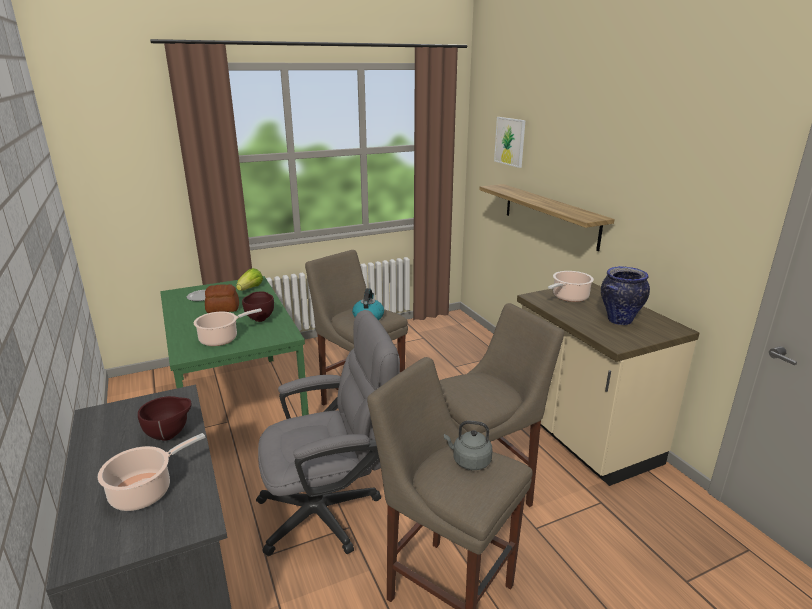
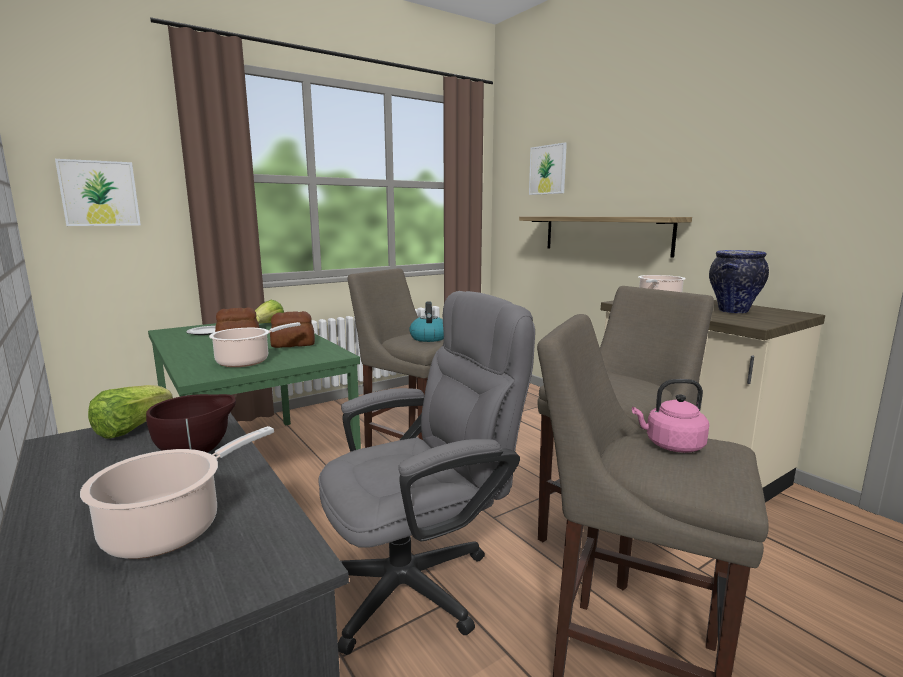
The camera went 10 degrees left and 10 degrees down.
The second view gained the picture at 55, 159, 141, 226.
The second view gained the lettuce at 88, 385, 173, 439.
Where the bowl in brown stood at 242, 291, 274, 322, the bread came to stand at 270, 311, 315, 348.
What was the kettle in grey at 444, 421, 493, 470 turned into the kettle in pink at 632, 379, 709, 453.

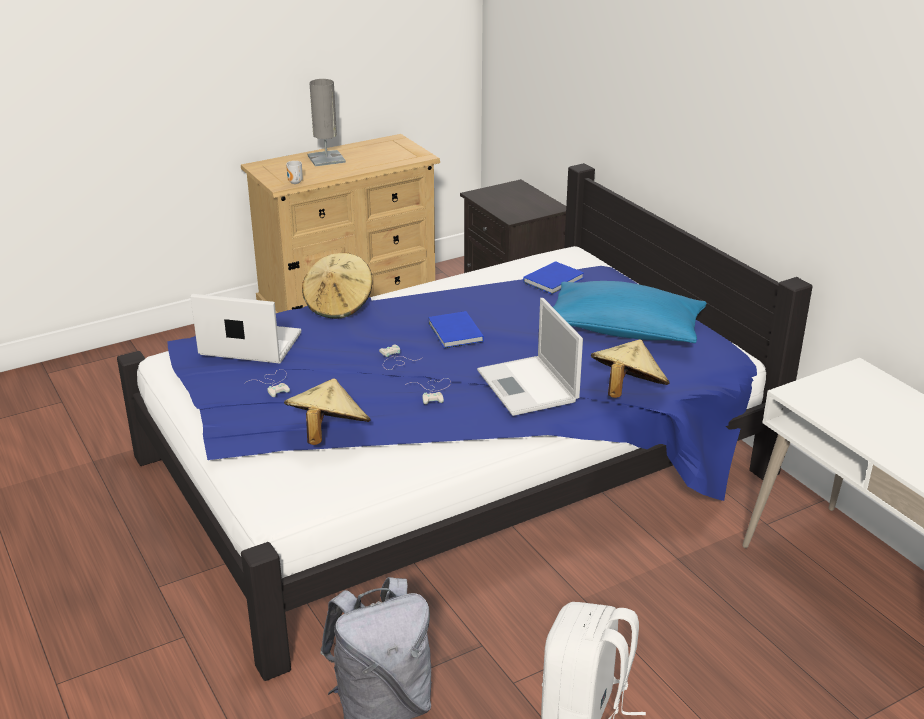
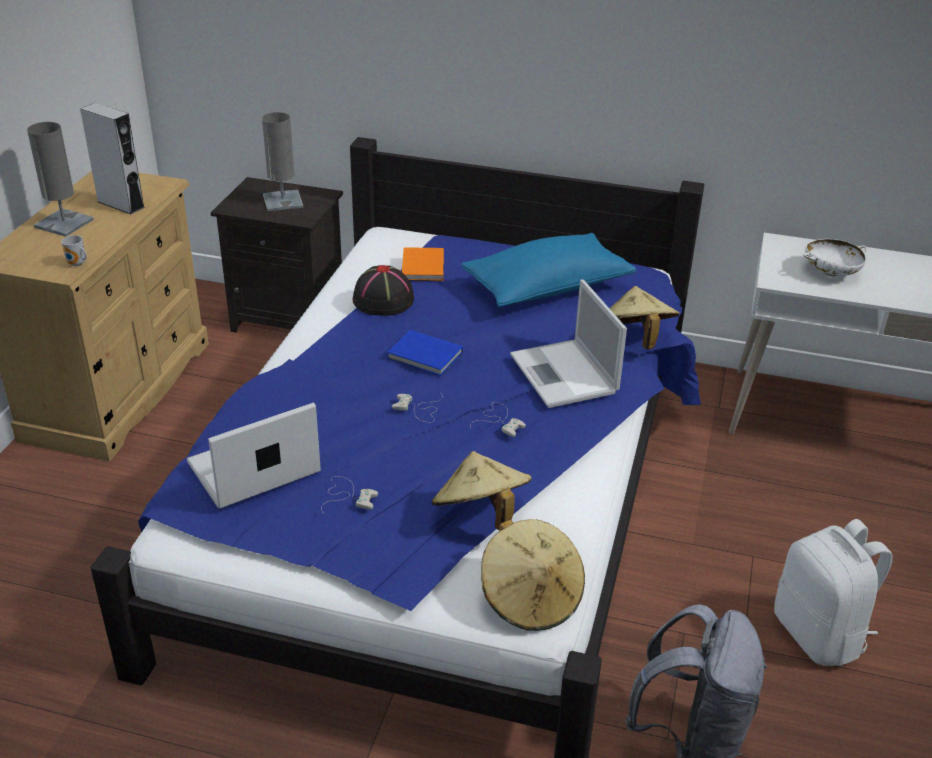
The camera went 45 degrees left and 5 degrees up.
The second view gained the speaker in grey at 80, 103, 145, 214.
The second view gained the table lamp in grey at 262, 112, 303, 211.
The second view gained the hat in black at 352, 265, 414, 316.
The second view gained the bowl in white at 803, 239, 867, 276.
The hat in beige ended up elsewhere, having gone from 302, 252, 372, 319 to 481, 519, 585, 631.
What was the book in blue at 523, 261, 584, 294 turned into the book in orange at 402, 247, 444, 281.
The laptop at 477, 298, 583, 416 ended up facing another way, 45 degrees clockwise from before.

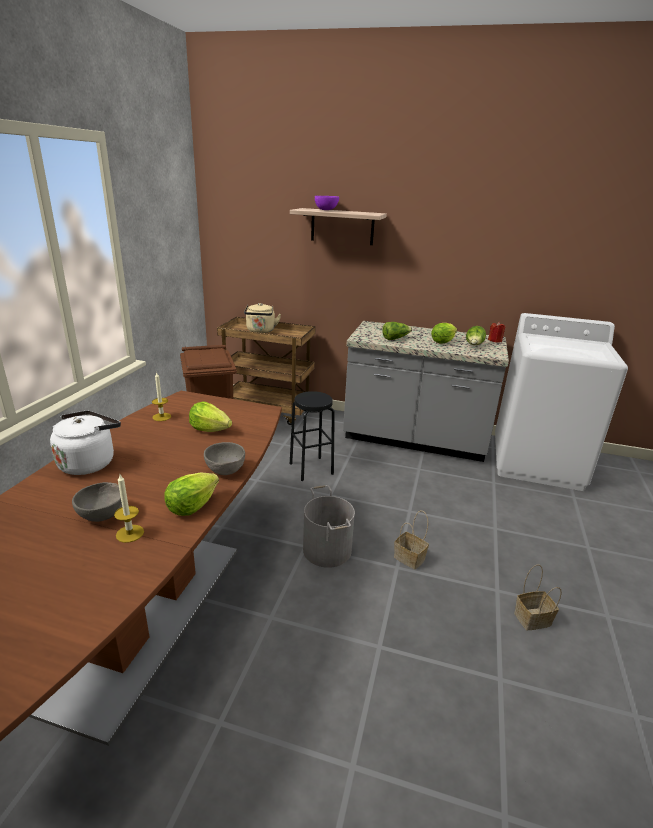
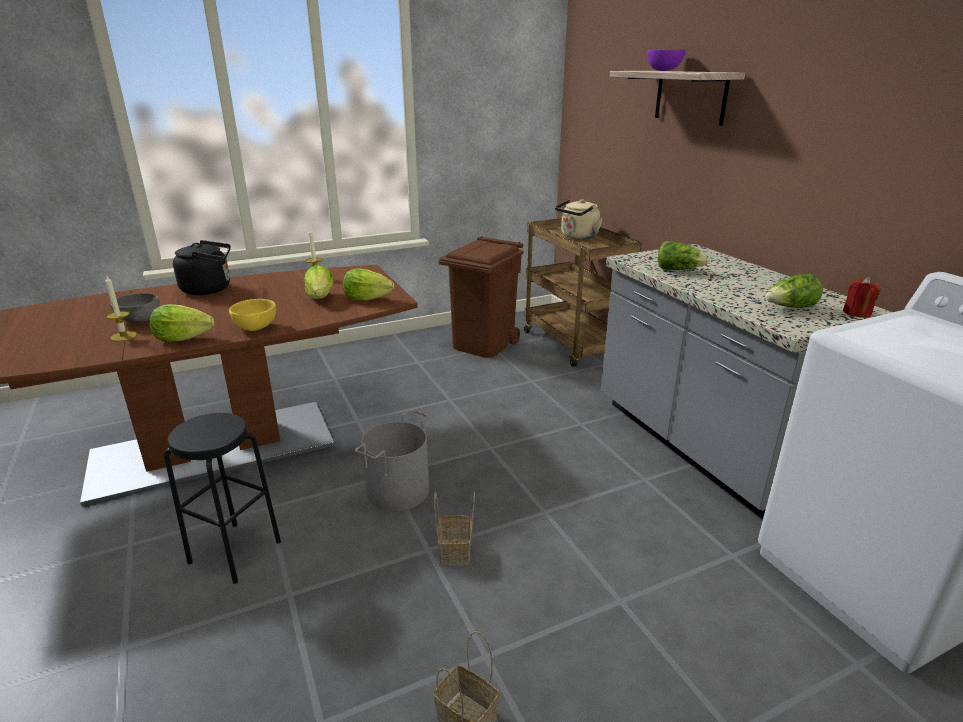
The camera went 50 degrees right and 0 degrees up.
The stool in black ended up elsewhere, having gone from 290, 391, 335, 481 to 164, 413, 281, 584.
The lettuce ended up elsewhere, having gone from 431, 323, 457, 344 to 343, 268, 394, 301.
What was the kettle in white at 50, 410, 121, 475 turned into the kettle in black at 173, 240, 231, 295.
What was the bowl in grey at 204, 442, 245, 475 turned into the bowl in yellow at 229, 299, 276, 331.

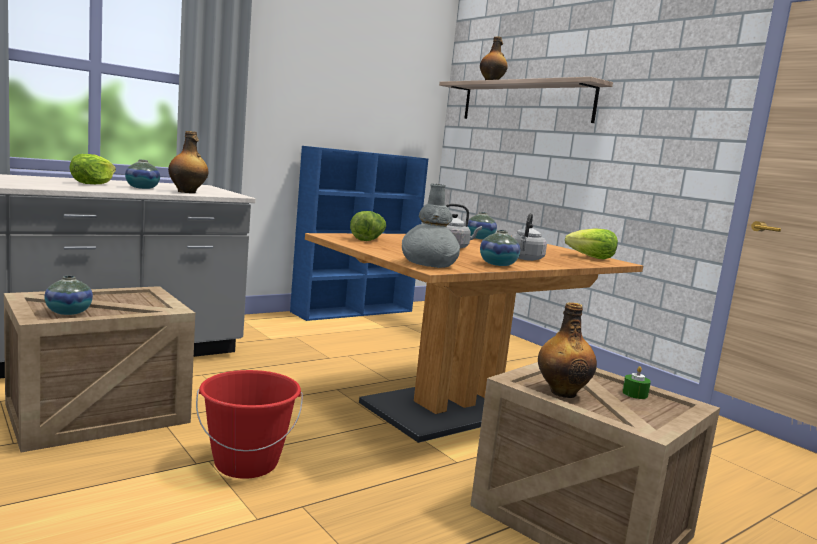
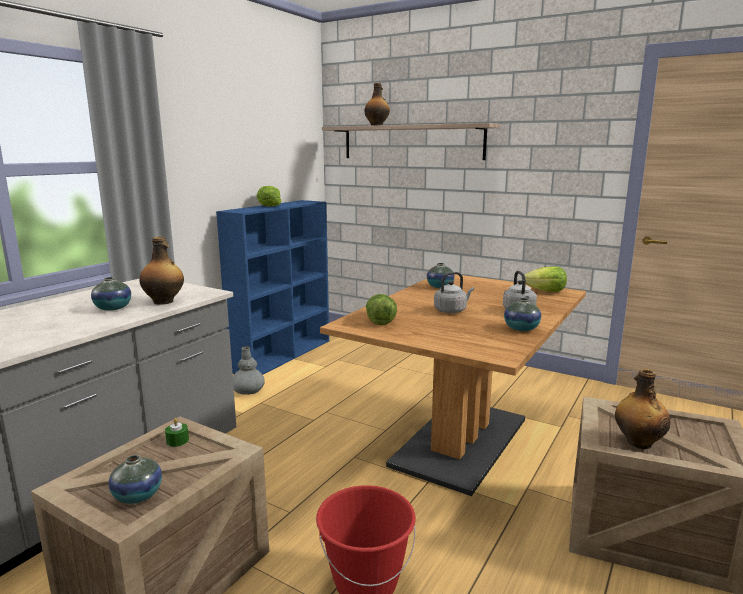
The camera went 20 degrees left and 5 degrees up.
The lettuce ended up elsewhere, having gone from 69, 154, 116, 184 to 257, 186, 281, 206.
The vase in grey ended up elsewhere, having gone from 402, 184, 460, 268 to 233, 346, 265, 395.
The candle in green ended up elsewhere, having gone from 622, 366, 651, 399 to 165, 418, 189, 447.

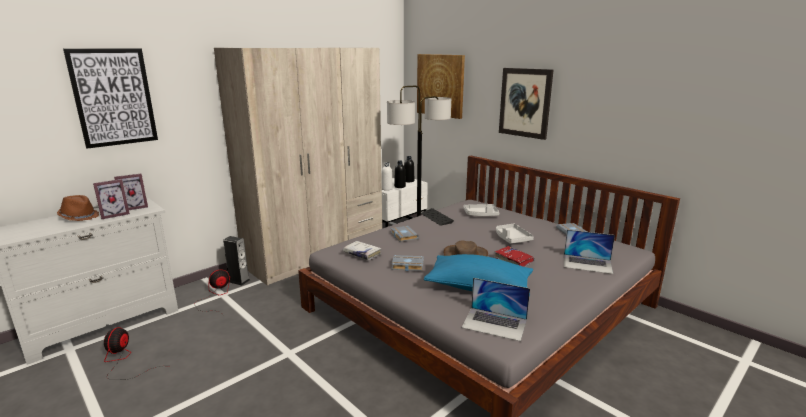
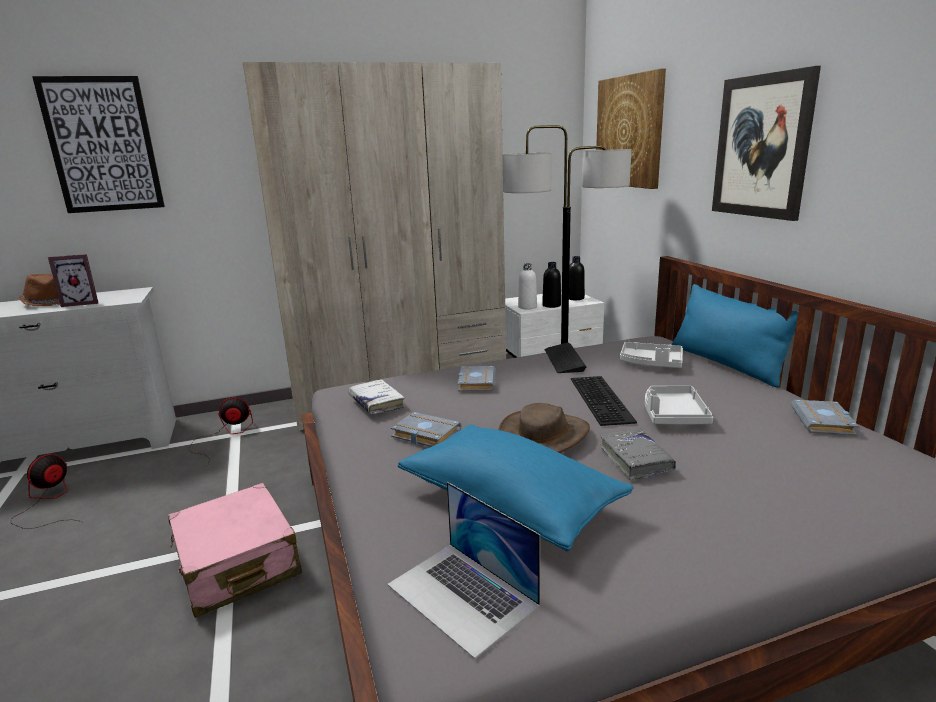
The camera went 25 degrees right and 0 degrees up.
The second view lost the picture frame at 114, 174, 148, 210.
The second view lost the speaker at 223, 236, 250, 285.
The second view lost the laptop at 564, 230, 615, 274.
The second view gained the suitcase in pink at 168, 483, 302, 618.
The second view gained the keyboard at 571, 376, 637, 426.
The second view gained the pillow in blue at 672, 284, 798, 388.
What was the book in red at 494, 246, 535, 267 turned into the book in grey at 600, 428, 676, 480.

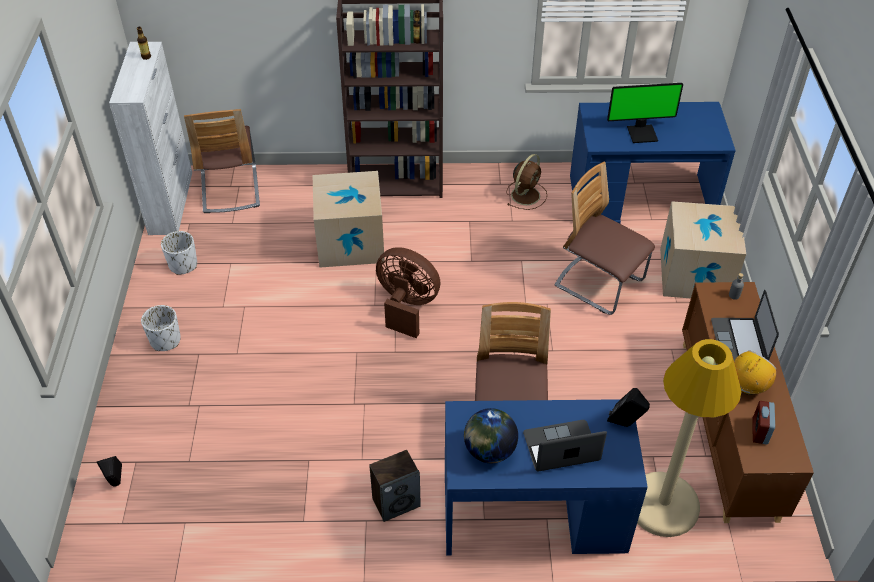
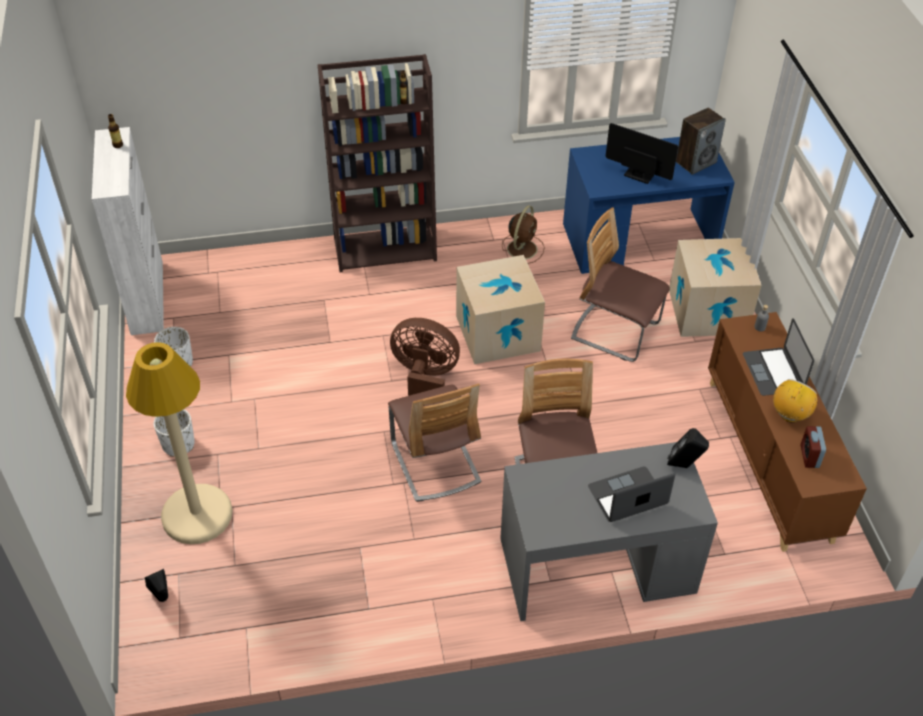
The camera went 10 degrees left and 0 degrees up.
The second view lost the globe at 464, 408, 518, 463.
The chair ended up elsewhere, having gone from 184, 109, 260, 213 to 388, 384, 481, 502.
The cardboard box ended up elsewhere, having gone from 313, 171, 385, 268 to 456, 255, 545, 364.
The speaker ended up elsewhere, having gone from 369, 450, 421, 522 to 676, 108, 726, 175.
The floor lamp in beige ended up elsewhere, having gone from 637, 339, 741, 537 to 126, 342, 233, 544.
What was the desk in blue at 445, 399, 648, 555 turned into the desk in grey at 500, 442, 718, 621.
The monitor at 607, 83, 683, 143 ended up facing another way, 135 degrees counterclockwise from before.

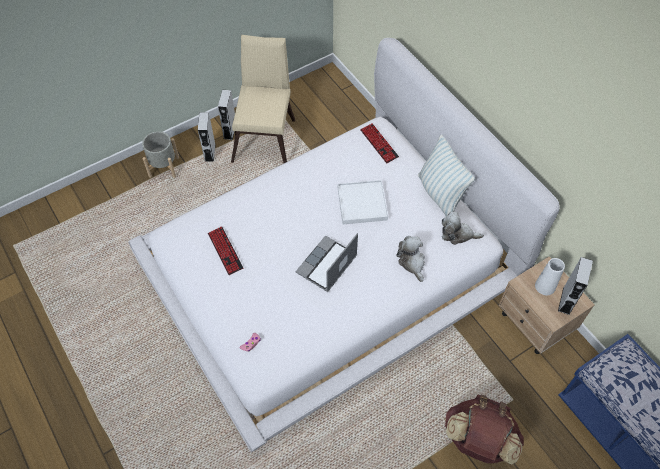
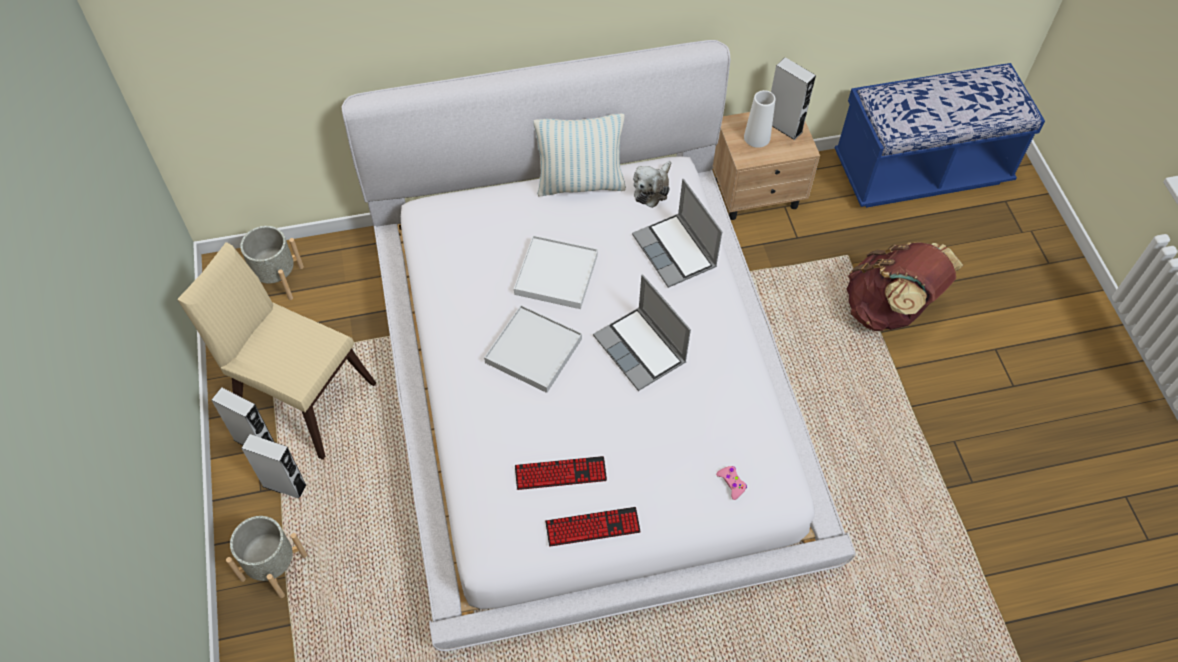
The camera went 70 degrees left and 0 degrees up.
The second view gained the planter in grey at 240, 226, 304, 300.
The second view gained the tray in white at 484, 305, 582, 393.
The keyboard ended up elsewhere, having gone from 360, 123, 399, 163 to 545, 507, 641, 547.
Where the plush toy stood at 396, 236, 425, 282, the laptop came to stand at 632, 179, 722, 288.

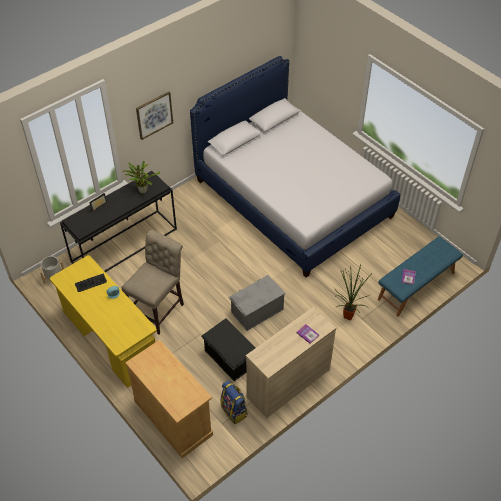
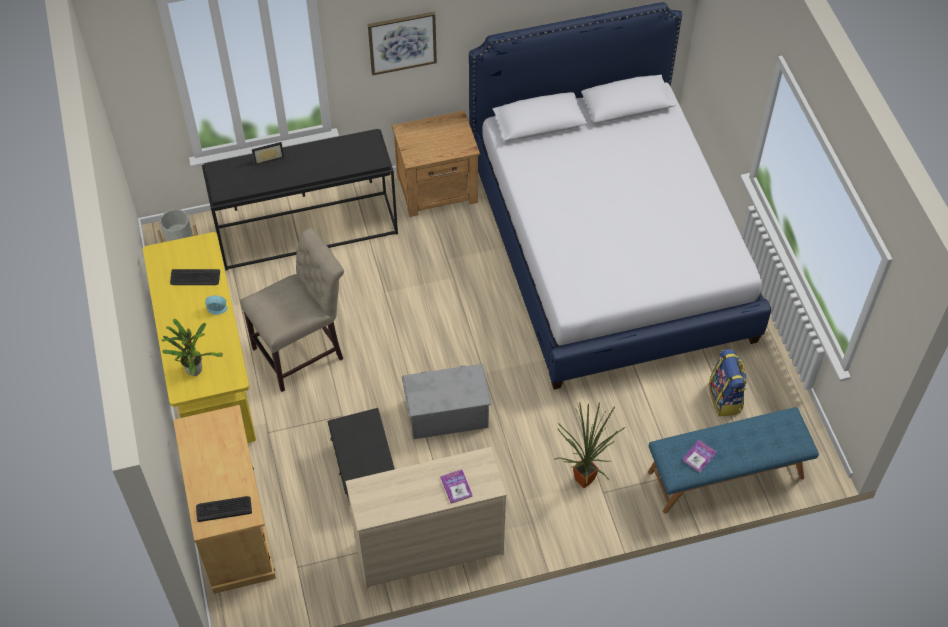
The camera went 25 degrees right and 5 degrees up.
The second view gained the keyboard at 196, 496, 252, 522.
The second view gained the nightstand in brown at 392, 111, 480, 217.
The potted plant ended up elsewhere, having gone from 123, 161, 160, 193 to 161, 319, 223, 376.
The backpack ended up elsewhere, having gone from 220, 381, 248, 424 to 709, 349, 747, 416.

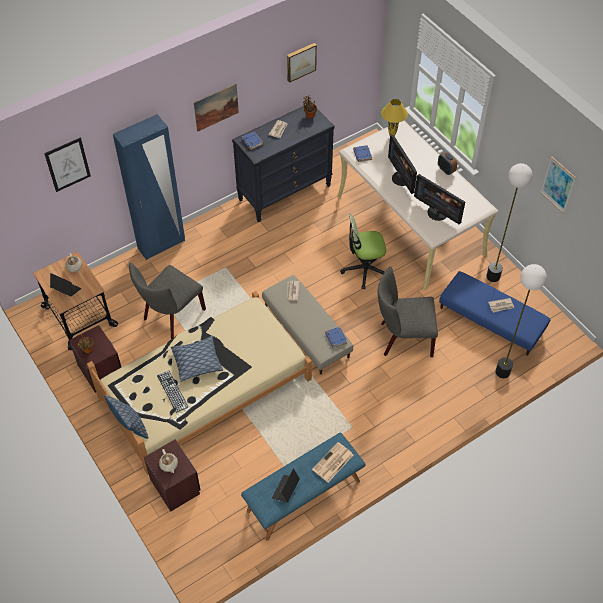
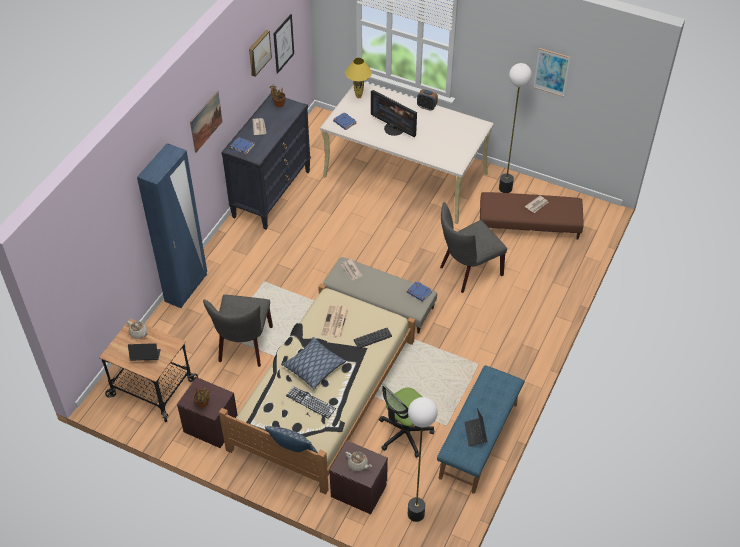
The camera went 30 degrees left and 5 degrees down.
The second view lost the monitor at 414, 174, 465, 224.
The second view gained the keyboard at 354, 328, 392, 349.
The picture ended up elsewhere, having gone from 44, 137, 91, 192 to 273, 14, 294, 74.
The newspaper ended up elsewhere, having gone from 312, 442, 353, 482 to 322, 304, 349, 338.
The office chair ended up elsewhere, having gone from 340, 214, 386, 290 to 379, 383, 434, 458.
The floor lamp ended up elsewhere, having gone from 495, 264, 547, 378 to 408, 397, 438, 522.
What was the ottoman in blue at 439, 271, 550, 356 turned into the ottoman in brown at 480, 192, 584, 240.

